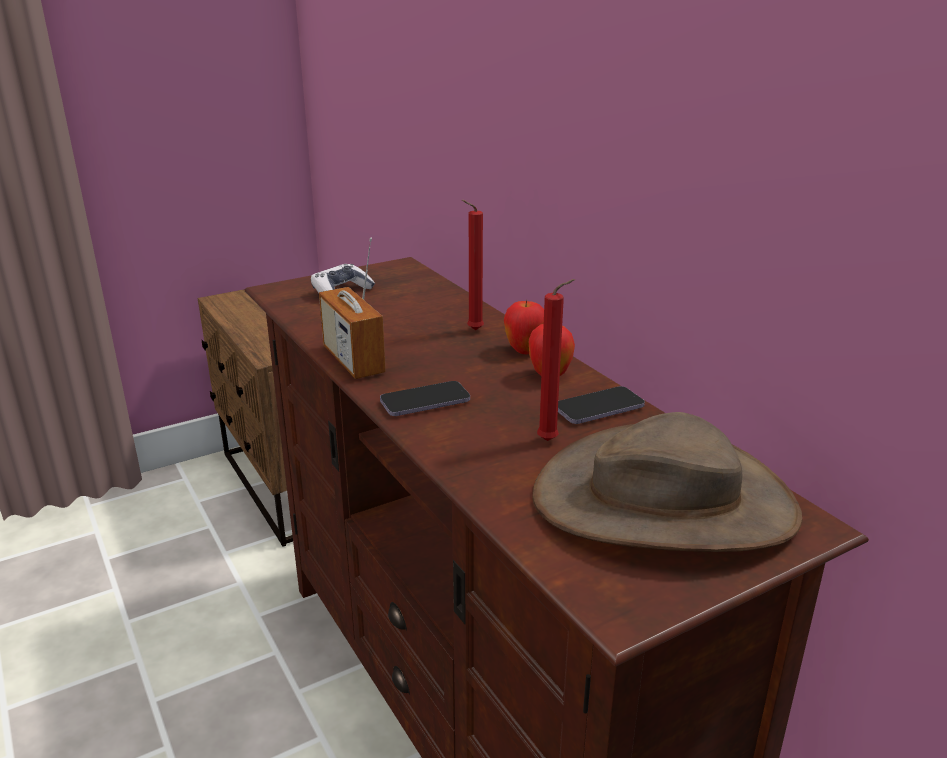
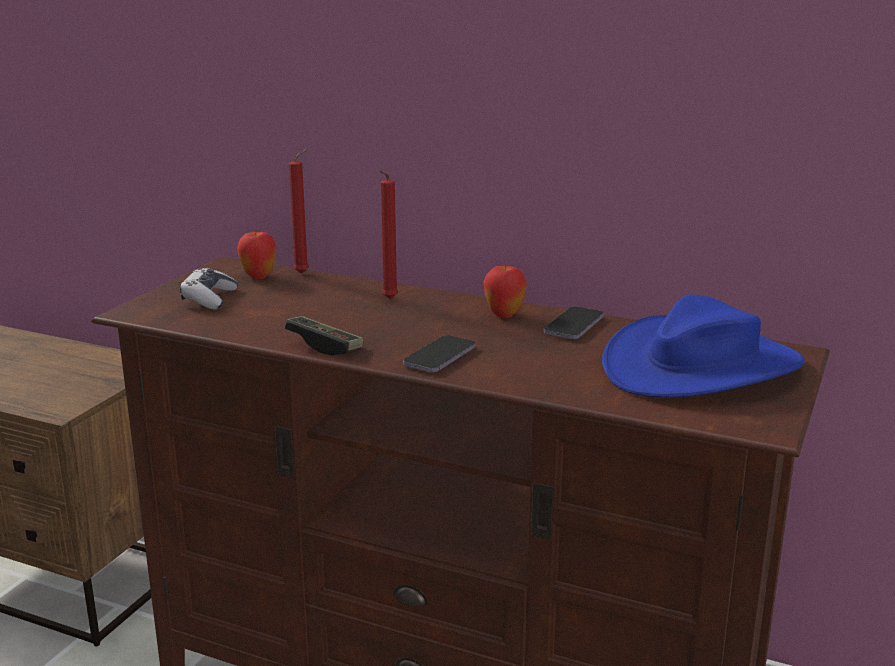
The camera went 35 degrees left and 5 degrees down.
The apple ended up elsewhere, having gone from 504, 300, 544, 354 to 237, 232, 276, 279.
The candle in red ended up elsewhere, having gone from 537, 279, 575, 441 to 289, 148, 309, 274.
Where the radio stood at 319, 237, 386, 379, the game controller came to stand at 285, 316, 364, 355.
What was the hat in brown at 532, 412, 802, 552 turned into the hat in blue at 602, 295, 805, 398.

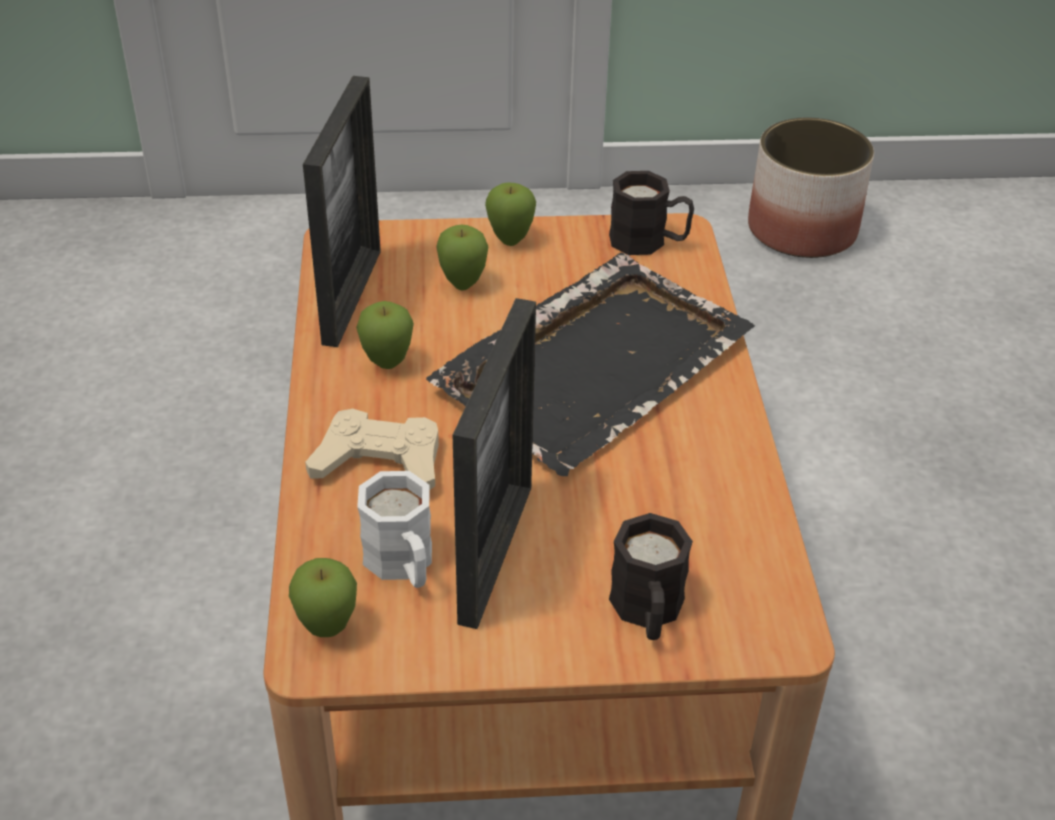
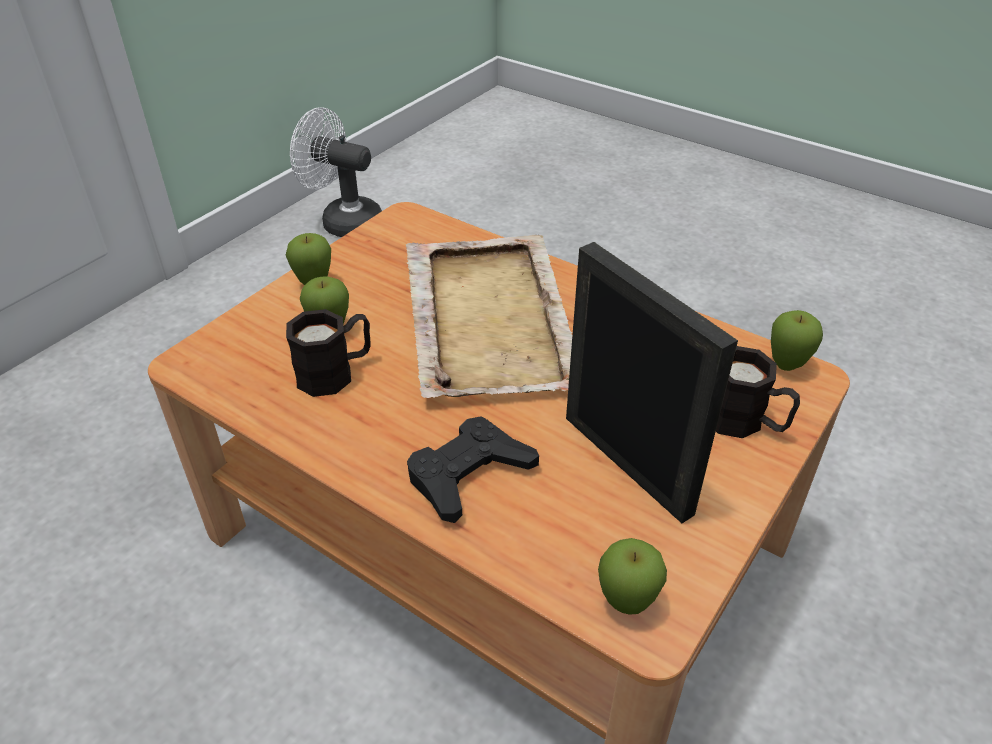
The camera went 50 degrees left and 0 degrees up.
The second view lost the picture frame at 303, 76, 381, 347.
The second view lost the mug in white at 357, 471, 432, 588.
The apple ended up elsewhere, having gone from 356, 301, 414, 369 to 771, 310, 823, 371.
The mug in black ended up elsewhere, having gone from 609, 171, 694, 255 to 286, 309, 371, 397.
Where the planter stood at 748, 118, 874, 258, the fan in white came to stand at 290, 107, 382, 237.
What was the game controller in beige at 305, 409, 439, 490 turned into the game controller in black at 407, 416, 539, 523.
What was the tray in black at 426, 253, 755, 476 turned into the tray in beige at 406, 235, 572, 398.

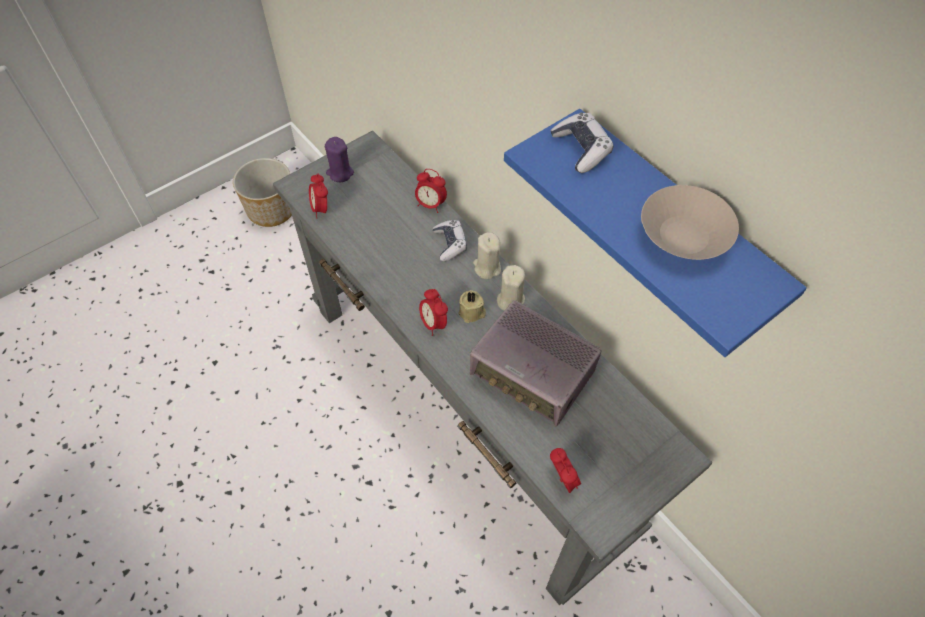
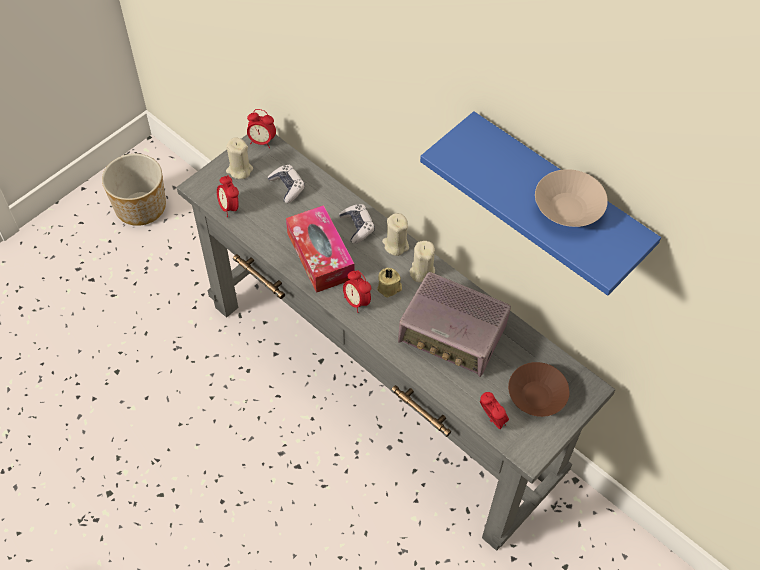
The camera went 10 degrees left and 0 degrees up.
The second view gained the tissue box at 286, 205, 354, 293.
The second view gained the bowl in brown at 508, 362, 570, 417.
The alarm clock ended up elsewhere, having gone from 415, 169, 447, 213 to 247, 109, 276, 148.
The game controller ended up elsewhere, having gone from 550, 112, 613, 173 to 267, 165, 305, 203.
What was the candle in purple at 325, 137, 354, 182 turned into the candle in beige at 226, 137, 253, 179.

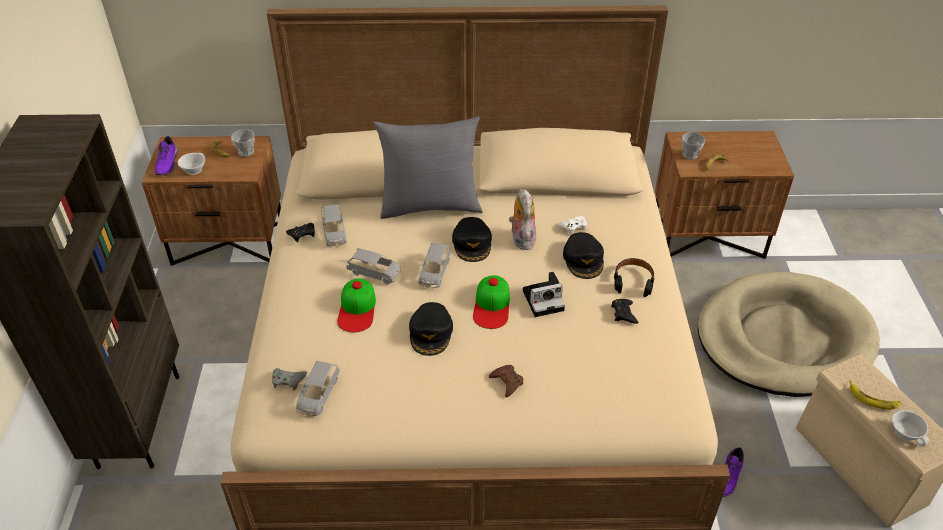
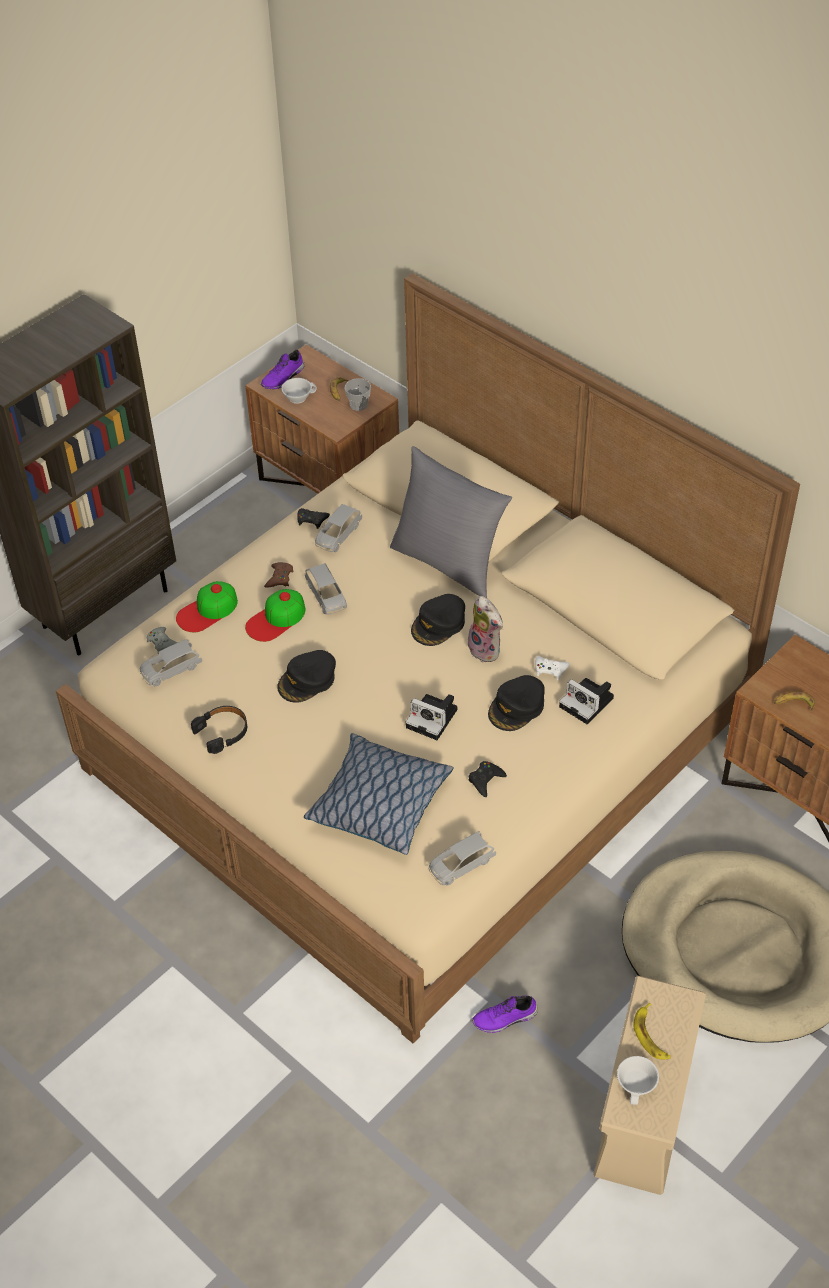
The camera went 45 degrees right and 5 degrees up.
The second view lost the cup at 682, 132, 705, 160.
The second view gained the pillow at 304, 733, 454, 855.
The second view gained the photo camera at 559, 678, 614, 724.
The toy car in grey ended up elsewhere, having gone from 418, 243, 451, 288 to 429, 831, 496, 886.
The cap ended up elsewhere, having gone from 473, 275, 510, 329 to 176, 581, 238, 632.
The game controller in brown ended up elsewhere, having gone from 489, 365, 523, 398 to 264, 562, 294, 588.
The headphones in black ended up elsewhere, having gone from 614, 258, 655, 297 to 191, 706, 247, 754.
The plush toy at 509, 189, 536, 250 ended up facing another way, 105 degrees clockwise from before.

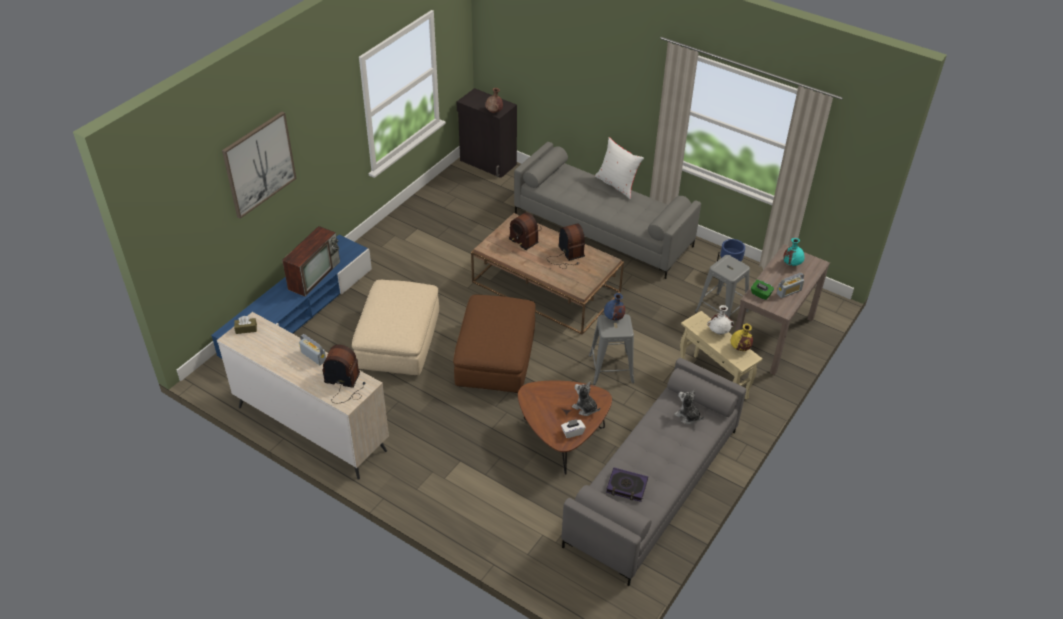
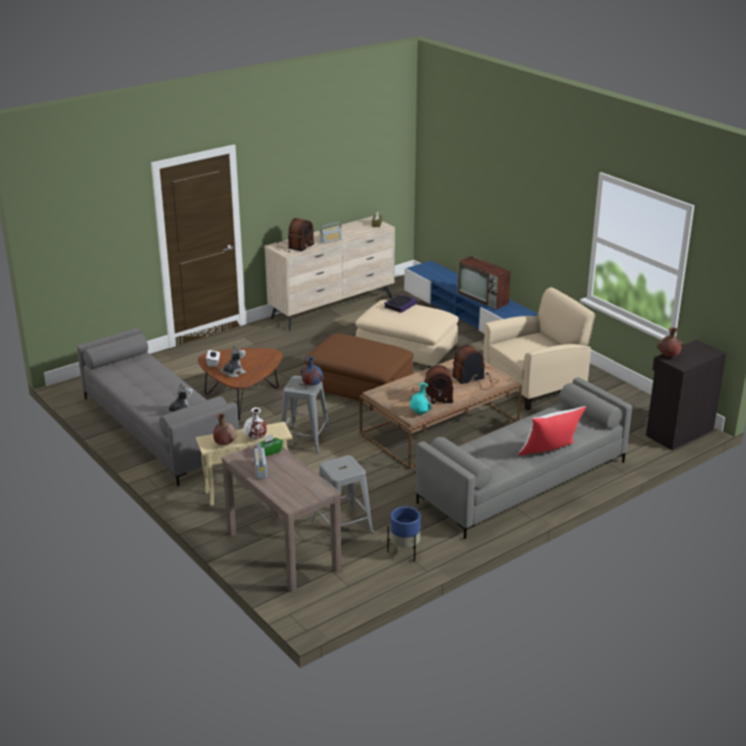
The camera went 110 degrees right and 15 degrees down.
The second view lost the picture at 222, 111, 296, 219.
The second view gained the armchair in beige at 483, 287, 596, 410.
The book ended up elsewhere, having gone from 606, 468, 648, 502 to 384, 294, 417, 313.
The vase in turquoise ended up elsewhere, having gone from 783, 238, 805, 266 to 410, 383, 432, 415.
What was the vase in yellow at 730, 323, 753, 351 turned into the vase in brown at 213, 413, 237, 445.

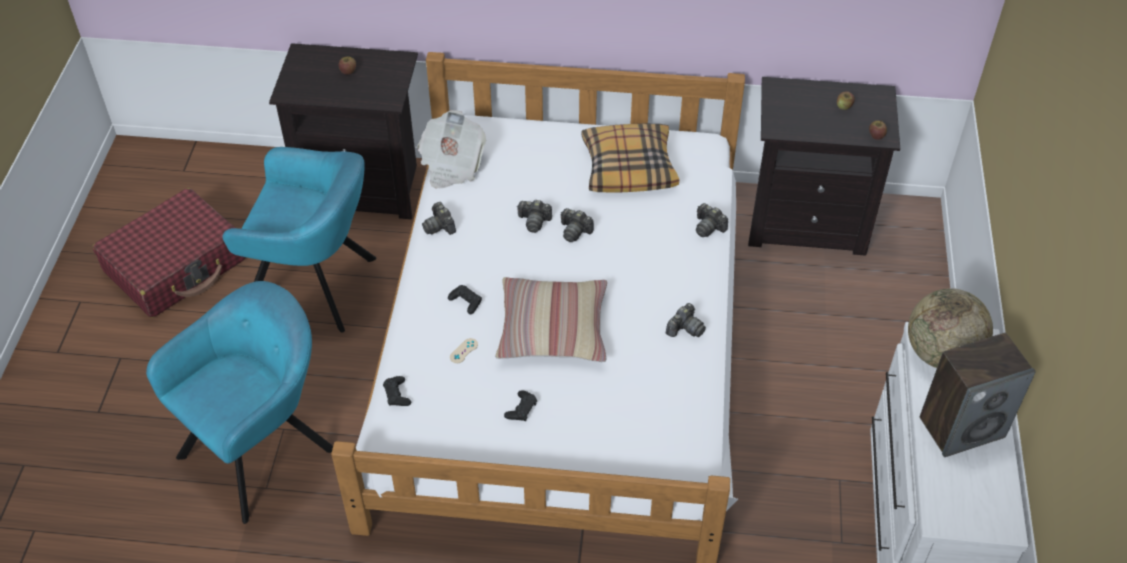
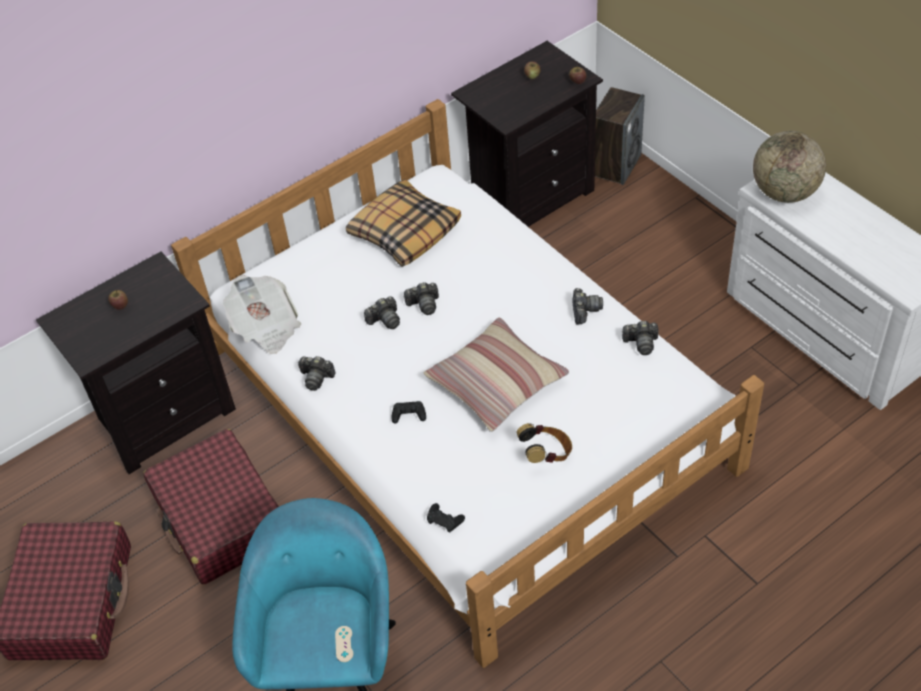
The camera went 40 degrees left and 0 degrees up.
The game controller in beige ended up elsewhere, having gone from 450, 338, 478, 363 to 335, 626, 354, 662.
The photo camera ended up elsewhere, having gone from 696, 203, 728, 237 to 622, 321, 659, 355.
The speaker ended up elsewhere, having gone from 920, 333, 1036, 457 to 595, 87, 645, 185.
Where the armchair in turquoise stood at 222, 147, 376, 333, the suitcase in red came to stand at 143, 429, 279, 585.
Where the game controller in black stood at 504, 390, 537, 421, the headphones came to stand at 516, 423, 572, 463.

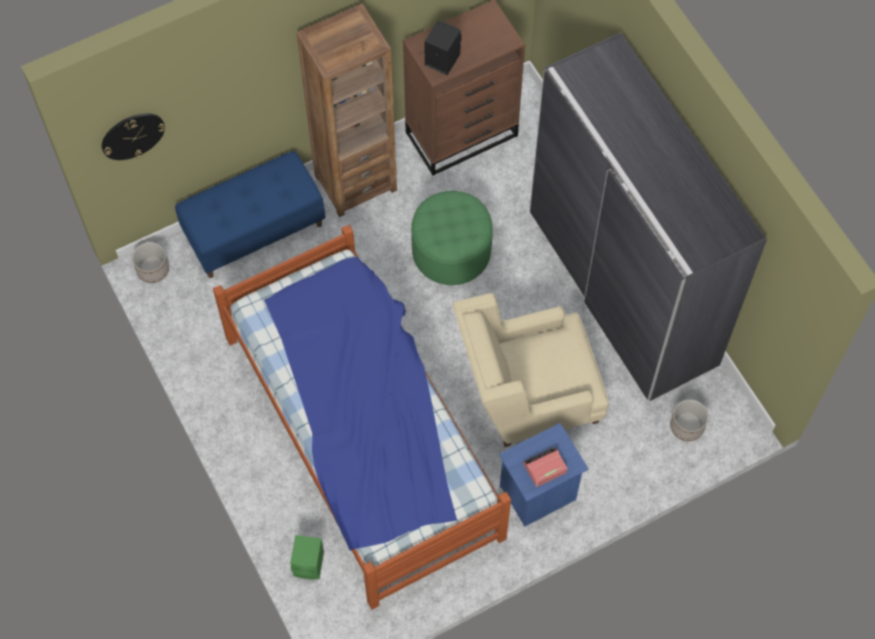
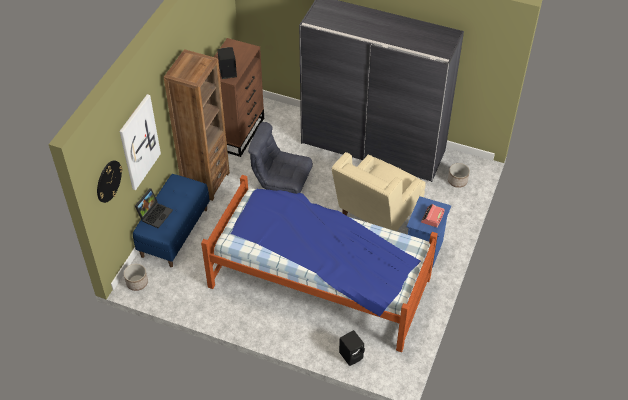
The camera went 40 degrees left and 15 degrees down.
The second view gained the picture at 119, 94, 161, 190.
The second view gained the laptop at 135, 188, 173, 228.
Where the ottoman in green stood at 411, 191, 493, 285, the armchair in grey came to stand at 248, 122, 313, 194.
What was the speaker in green at 290, 535, 324, 580 turned into the speaker in black at 339, 330, 365, 366.

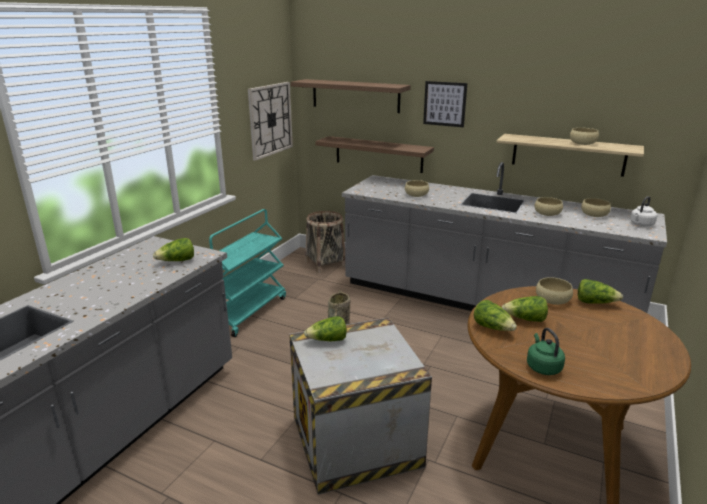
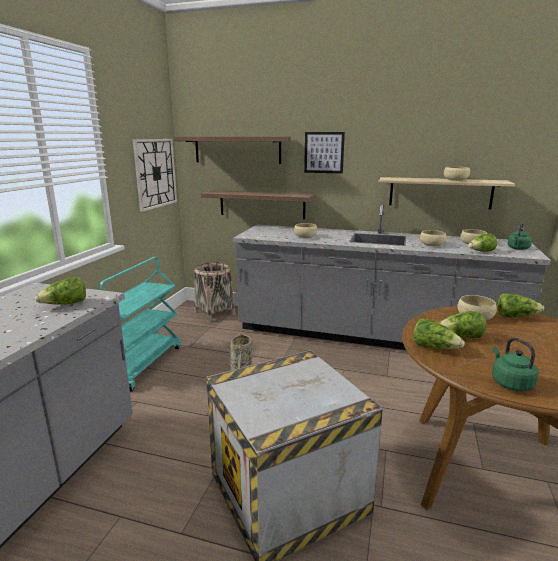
The camera went 10 degrees left and 5 degrees down.
The lettuce ended up elsewhere, having gone from 304, 316, 347, 341 to 468, 233, 498, 252.
What was the kettle in white at 630, 196, 657, 226 turned into the kettle in green at 507, 222, 532, 250.

